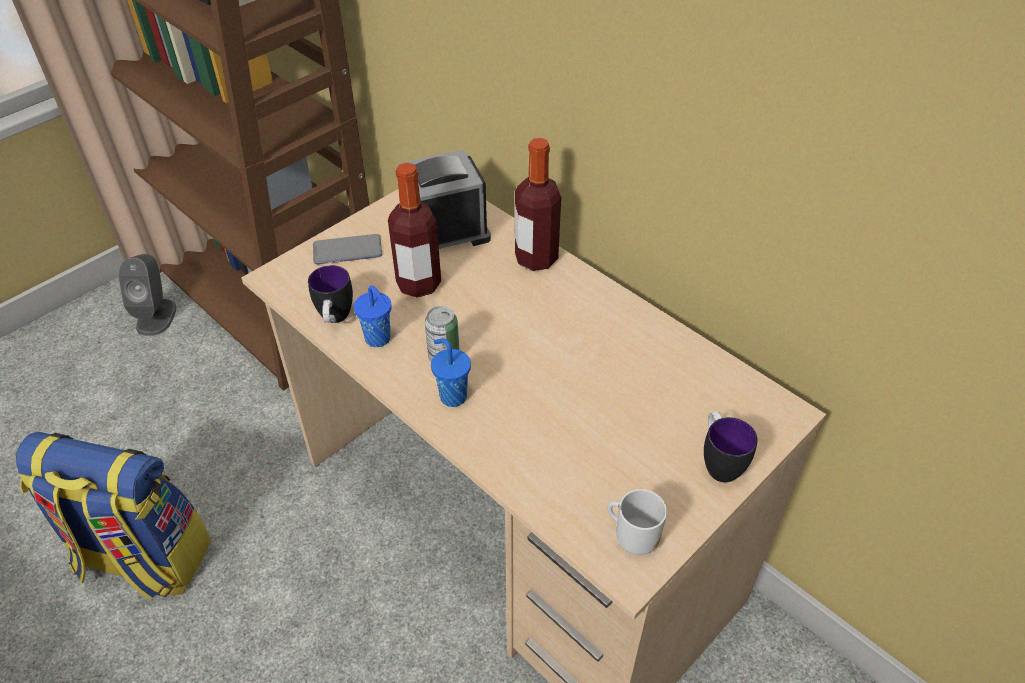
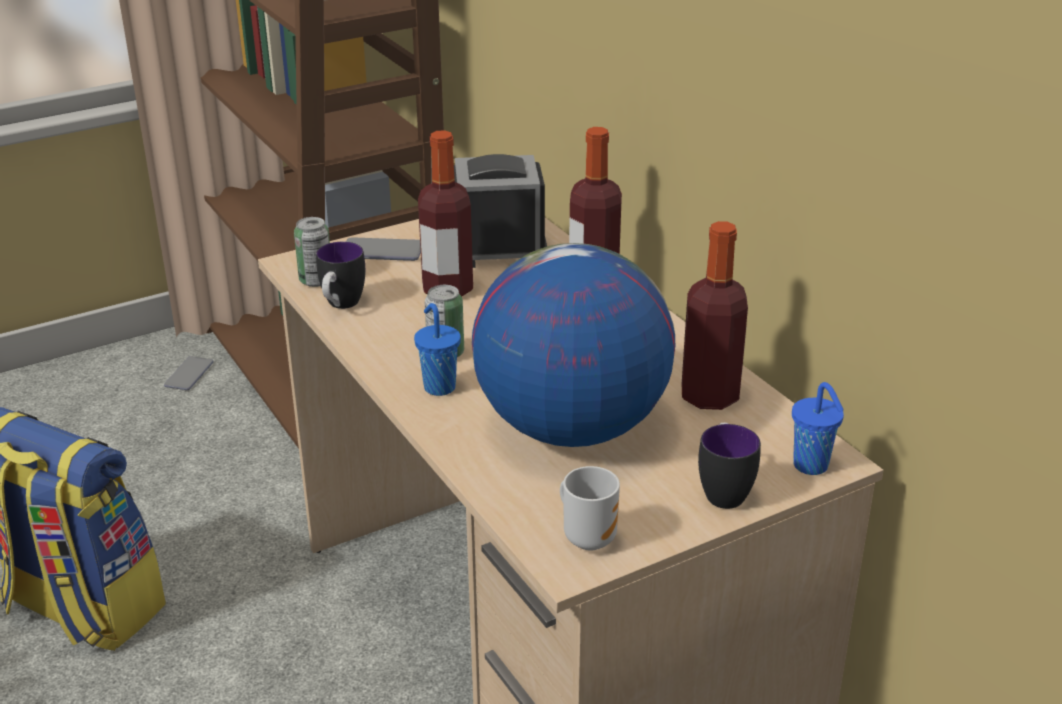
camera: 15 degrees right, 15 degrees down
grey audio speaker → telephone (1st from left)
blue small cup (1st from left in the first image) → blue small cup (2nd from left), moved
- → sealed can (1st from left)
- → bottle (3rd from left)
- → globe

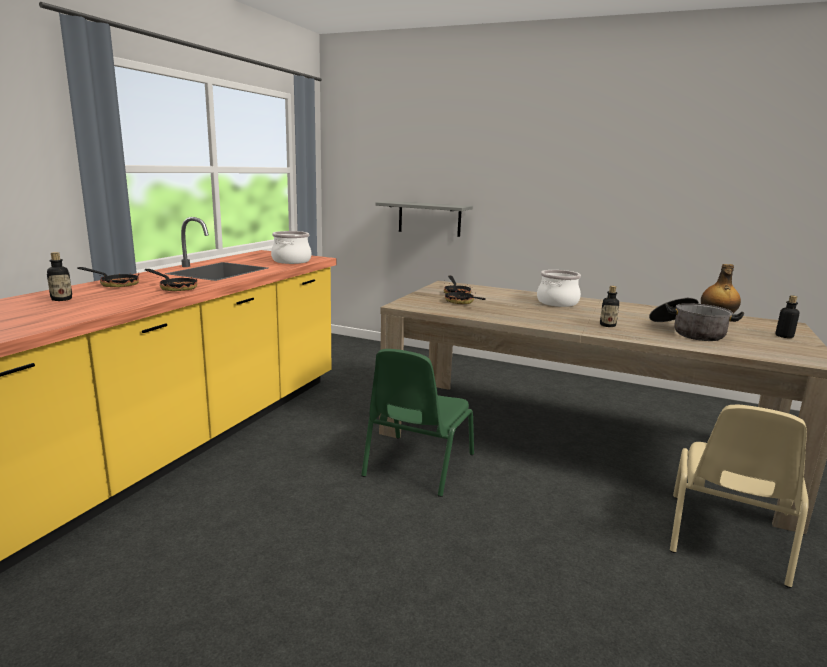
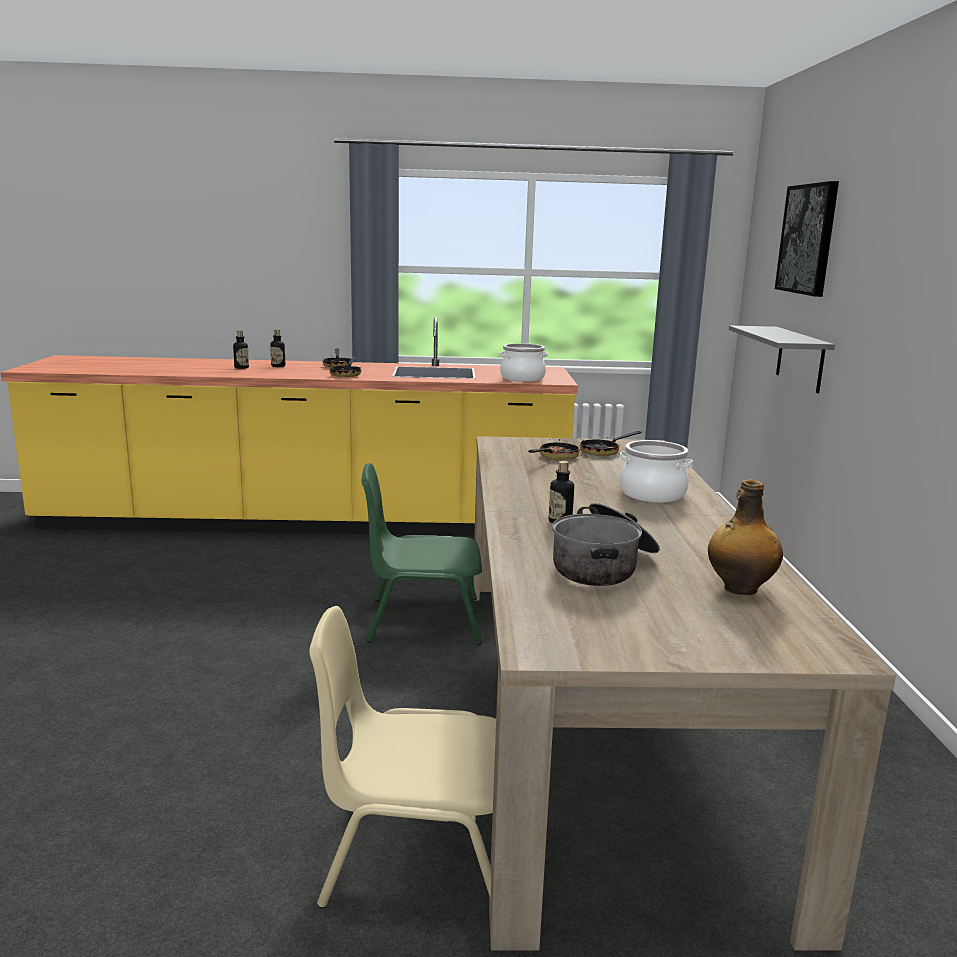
camera: 65 degrees right, 0 degrees up
bottle (4th from left in the first image) → bottle (1st from left), moved
- → picture

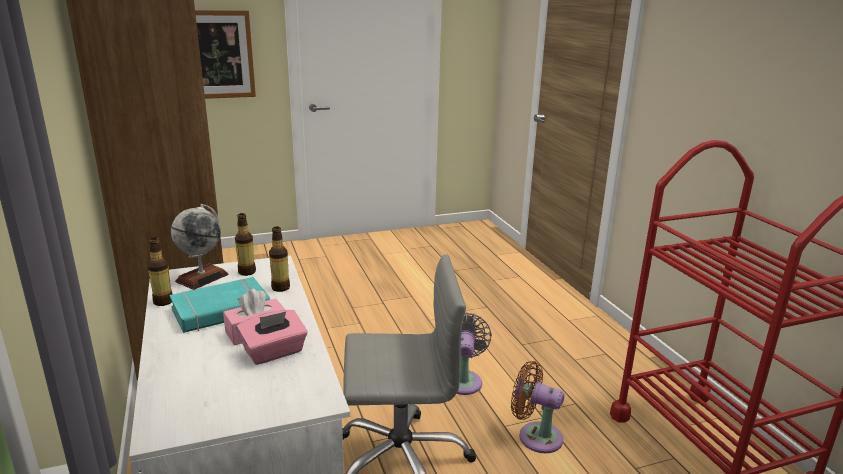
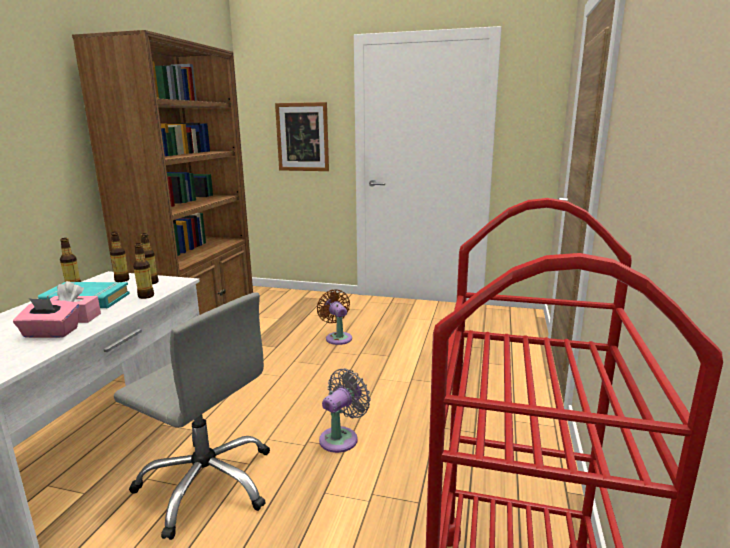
camera: 35 degrees right, 5 degrees down
globe → bottle (2nd from left)
brown cooling fan, moved

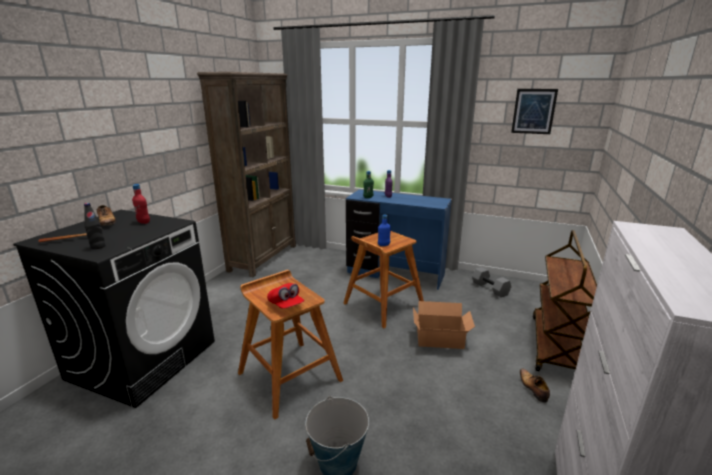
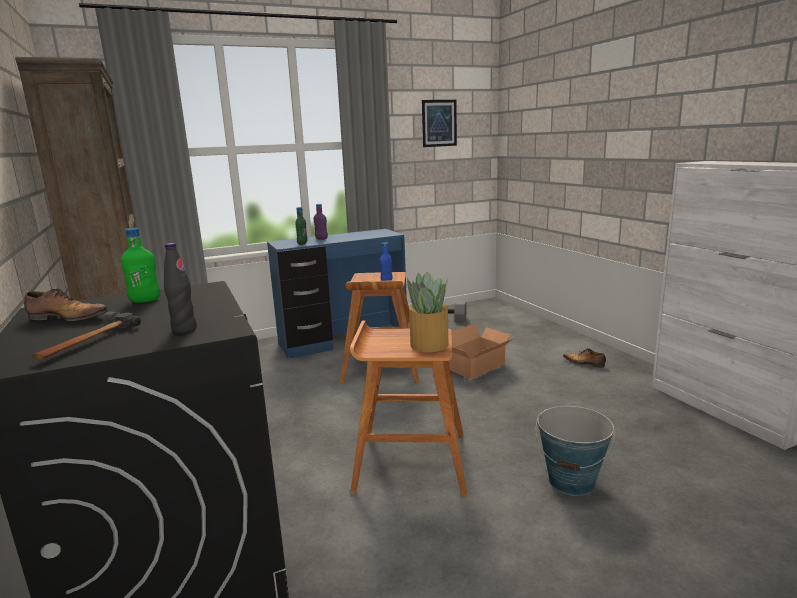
camera: 45 degrees left, 5 degrees down
red-coloured bottle → green bottle (1st from left)
brown cart → -
red-coloured peaked cap → potted plant

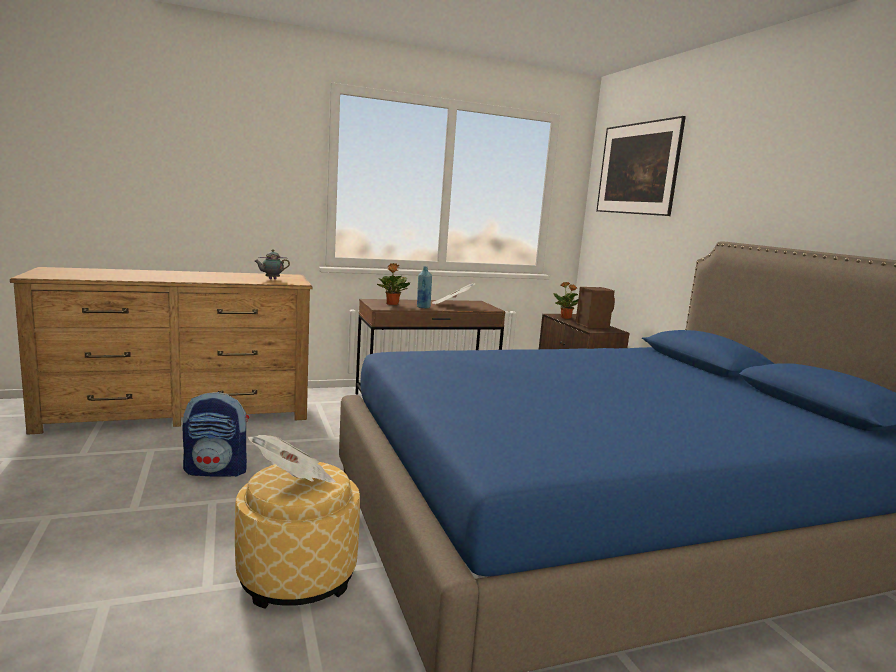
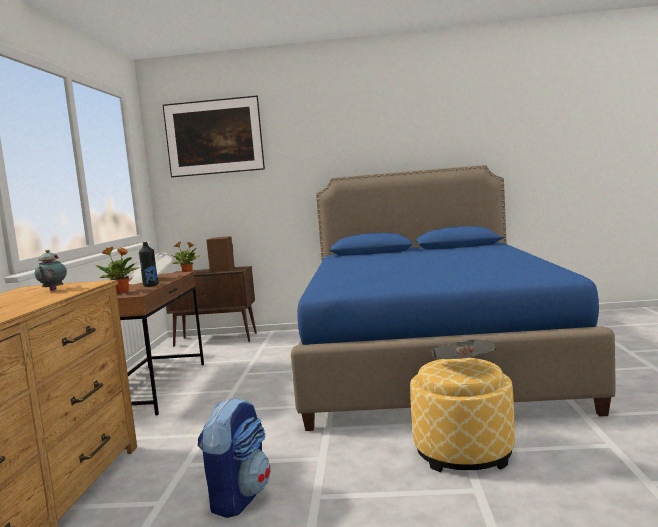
camera: 65 degrees left, 5 degrees down
blue bottle → black-coloured bottle

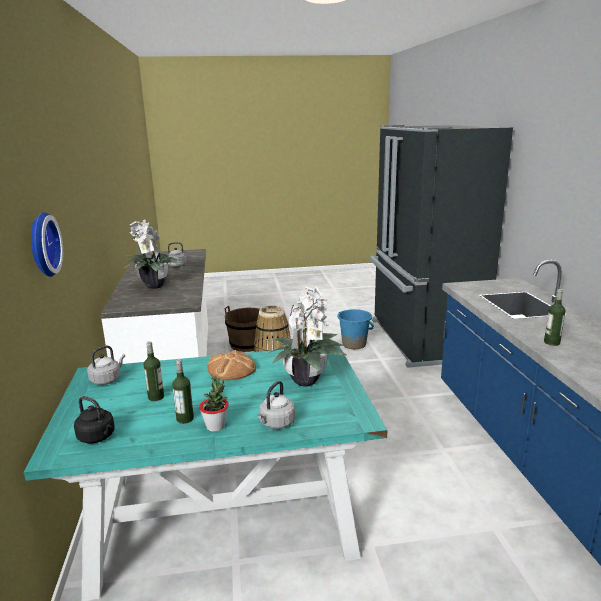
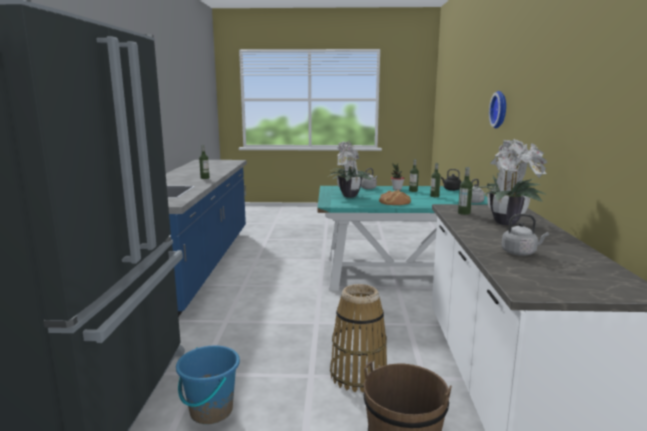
camera: 170 degrees left, 5 degrees down
- → bottle (4th from left)

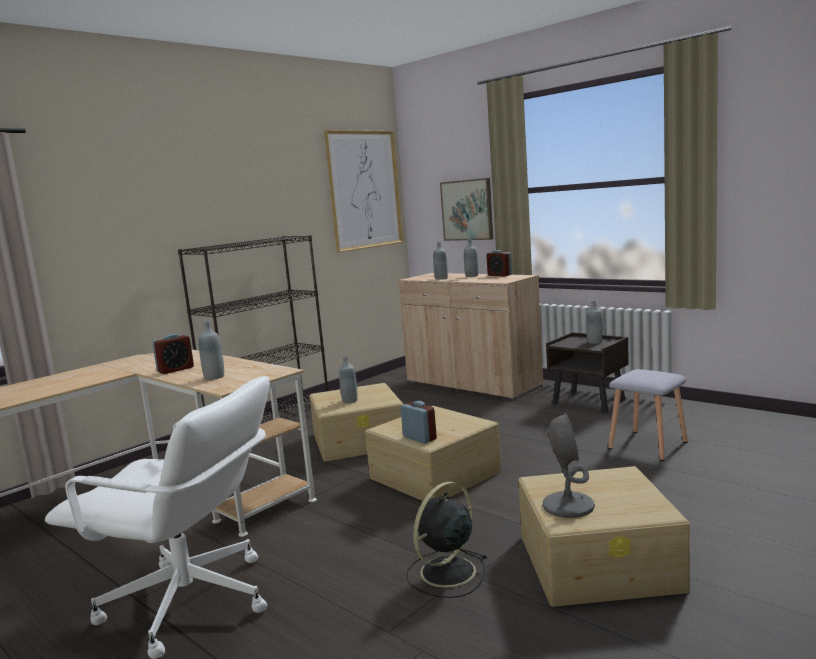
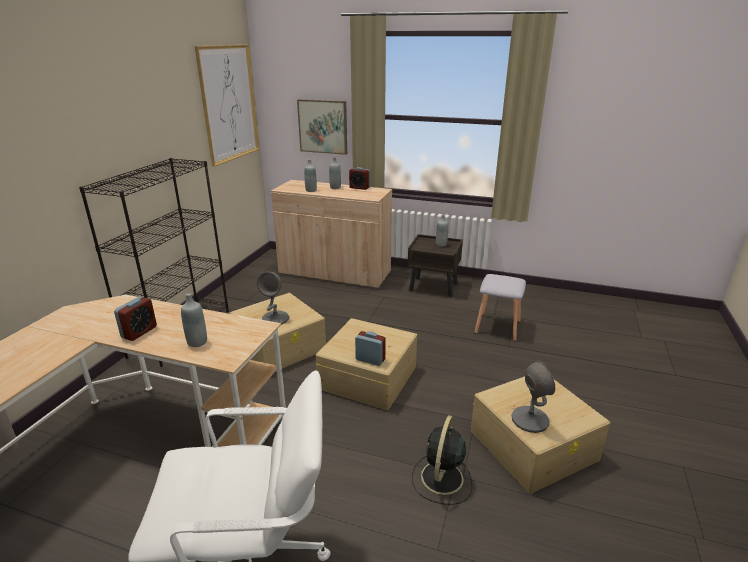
camera: 25 degrees left, 15 degrees up
grey bottle (2nd from left) → grey lamp for a table (1st from left)

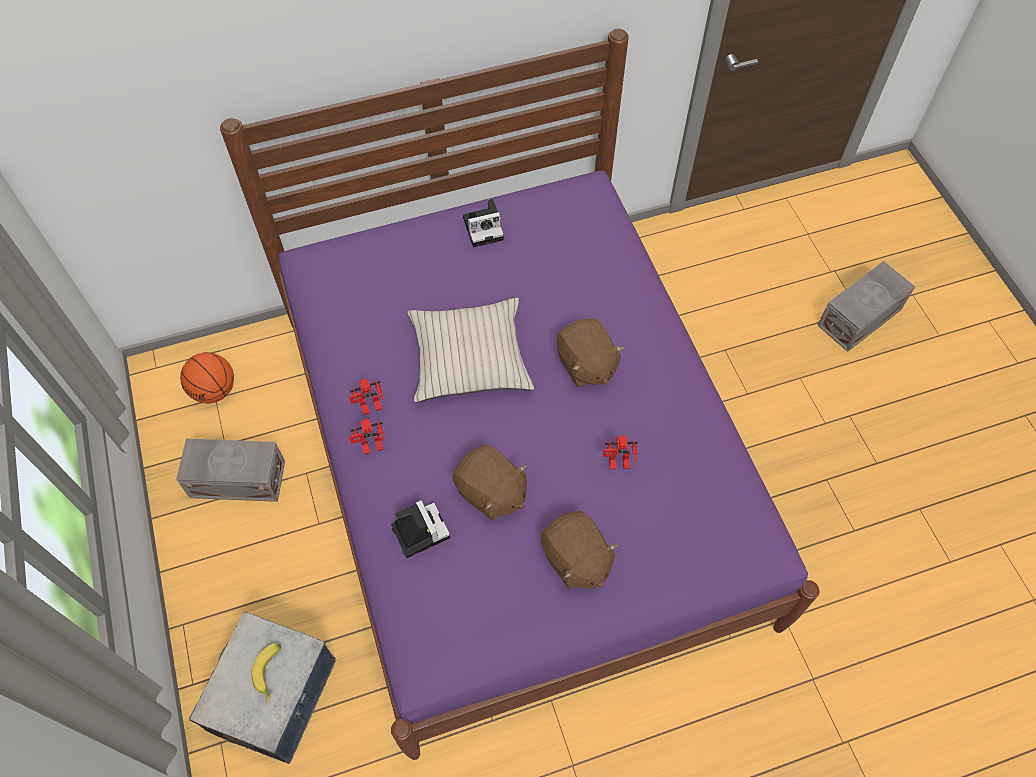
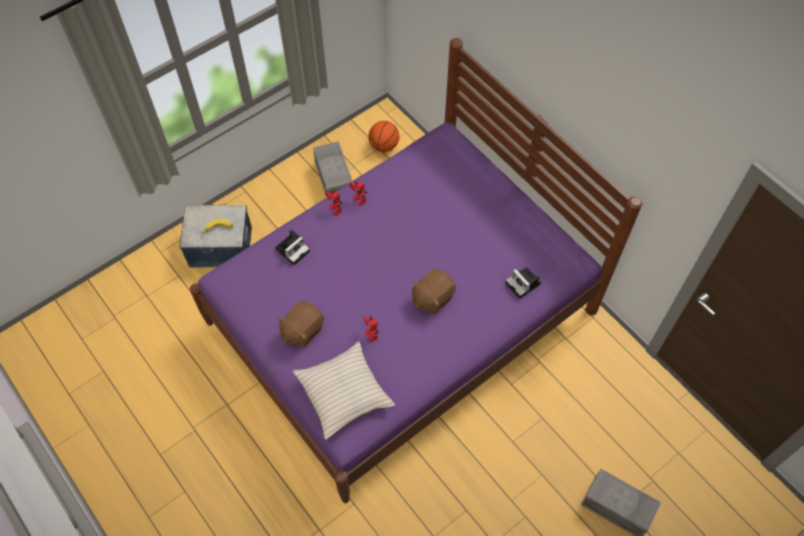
camera: 70 degrees right, 0 degrees up
photo camera (2nd from left), moved
sand-coloured pillow, moved
brown soft toy (1st from left) → -

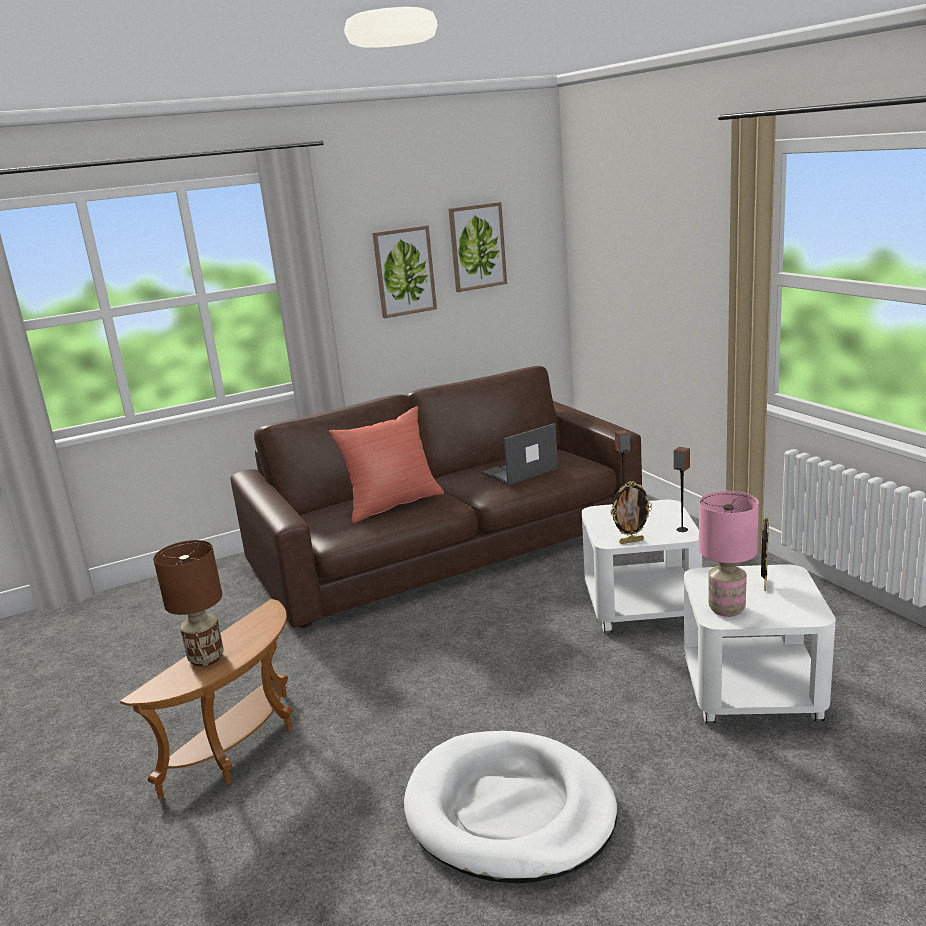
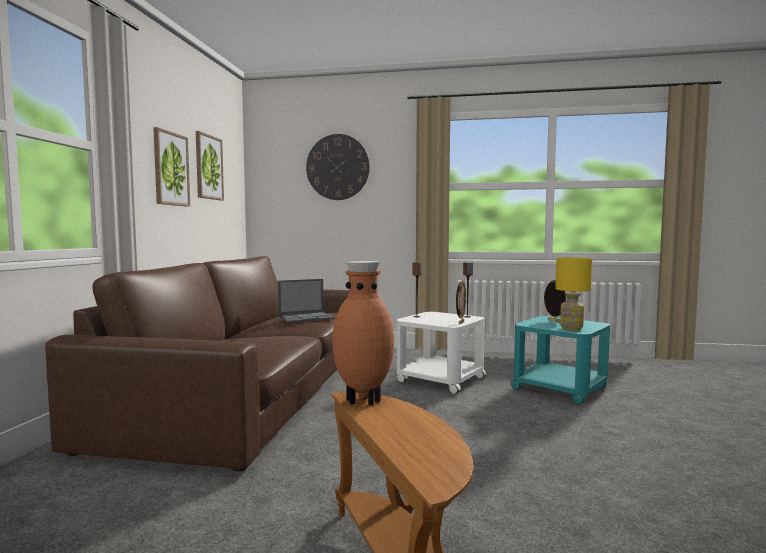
camera: 55 degrees left, 15 degrees down
red-coloured pillow → -
laptop, 120 degrees counterclockwise
pink lamp for a table → yellow lamp for a table
brown lamp for a table → -
white-coloured accent table (2nd from left) → turquoise accent table
white-coloured dog cushion → -
- → wall clock
- → brown vase

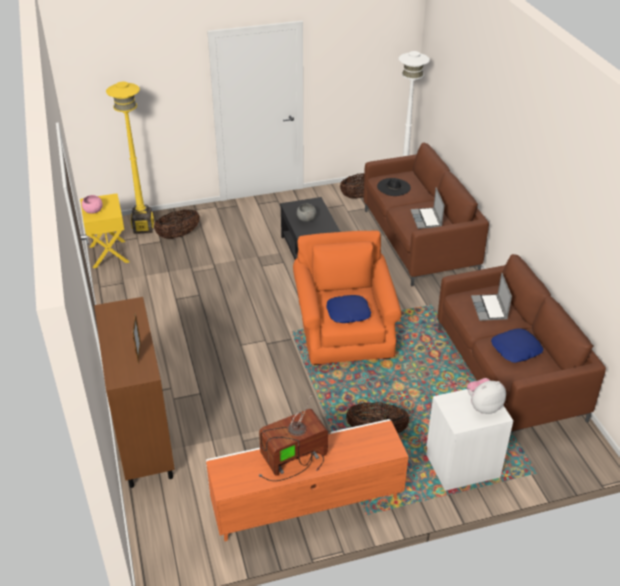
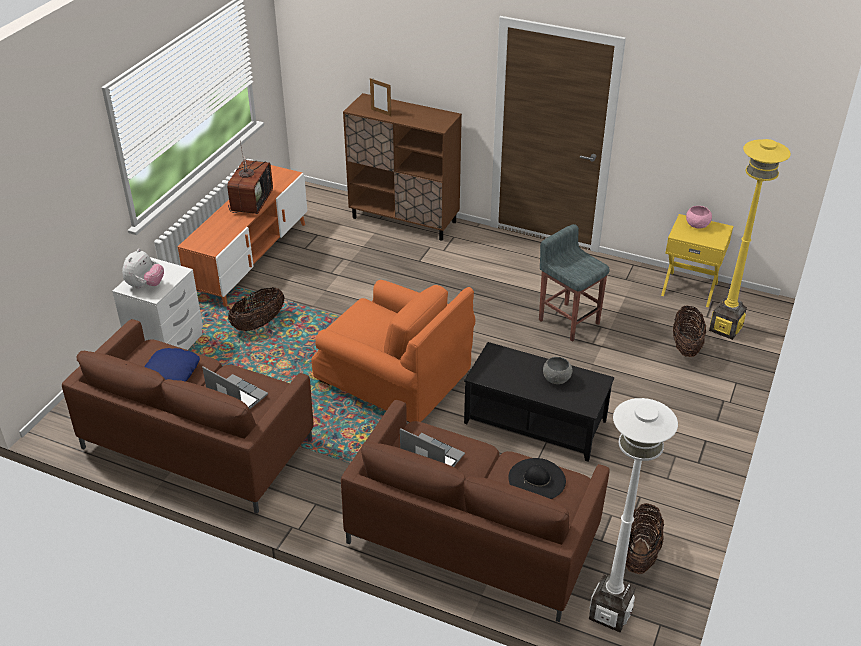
camera: 130 degrees right, 0 degrees up
blue pillow (1st from left) → -
- → grey stool seat

